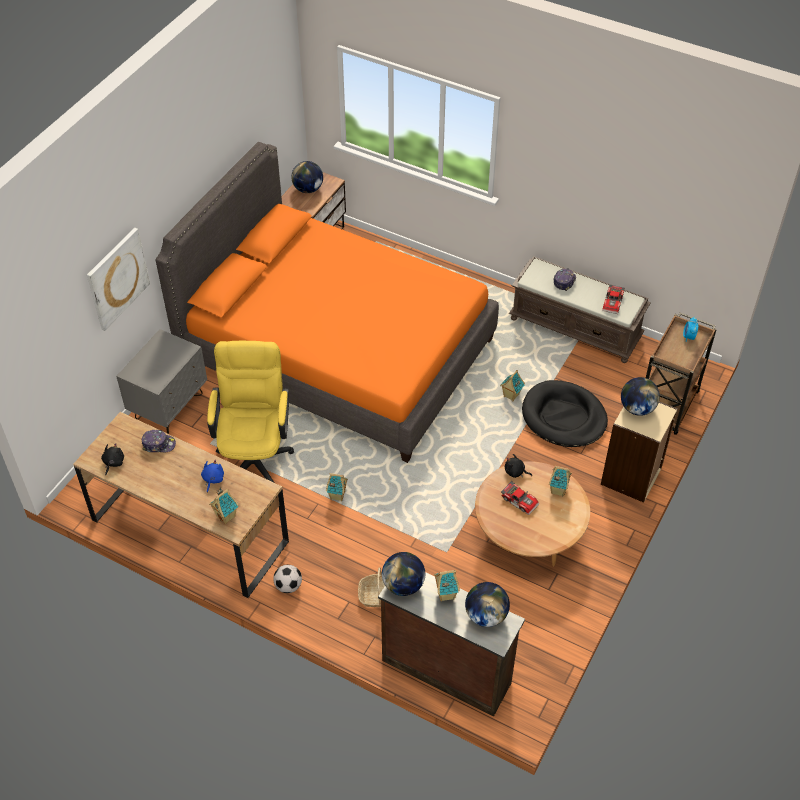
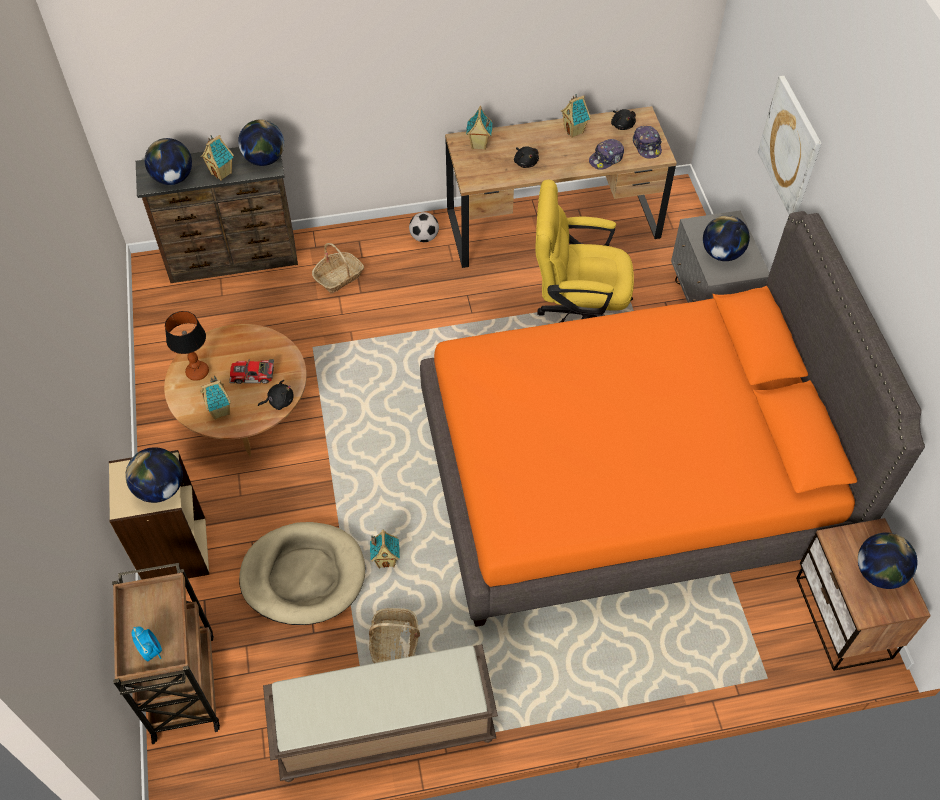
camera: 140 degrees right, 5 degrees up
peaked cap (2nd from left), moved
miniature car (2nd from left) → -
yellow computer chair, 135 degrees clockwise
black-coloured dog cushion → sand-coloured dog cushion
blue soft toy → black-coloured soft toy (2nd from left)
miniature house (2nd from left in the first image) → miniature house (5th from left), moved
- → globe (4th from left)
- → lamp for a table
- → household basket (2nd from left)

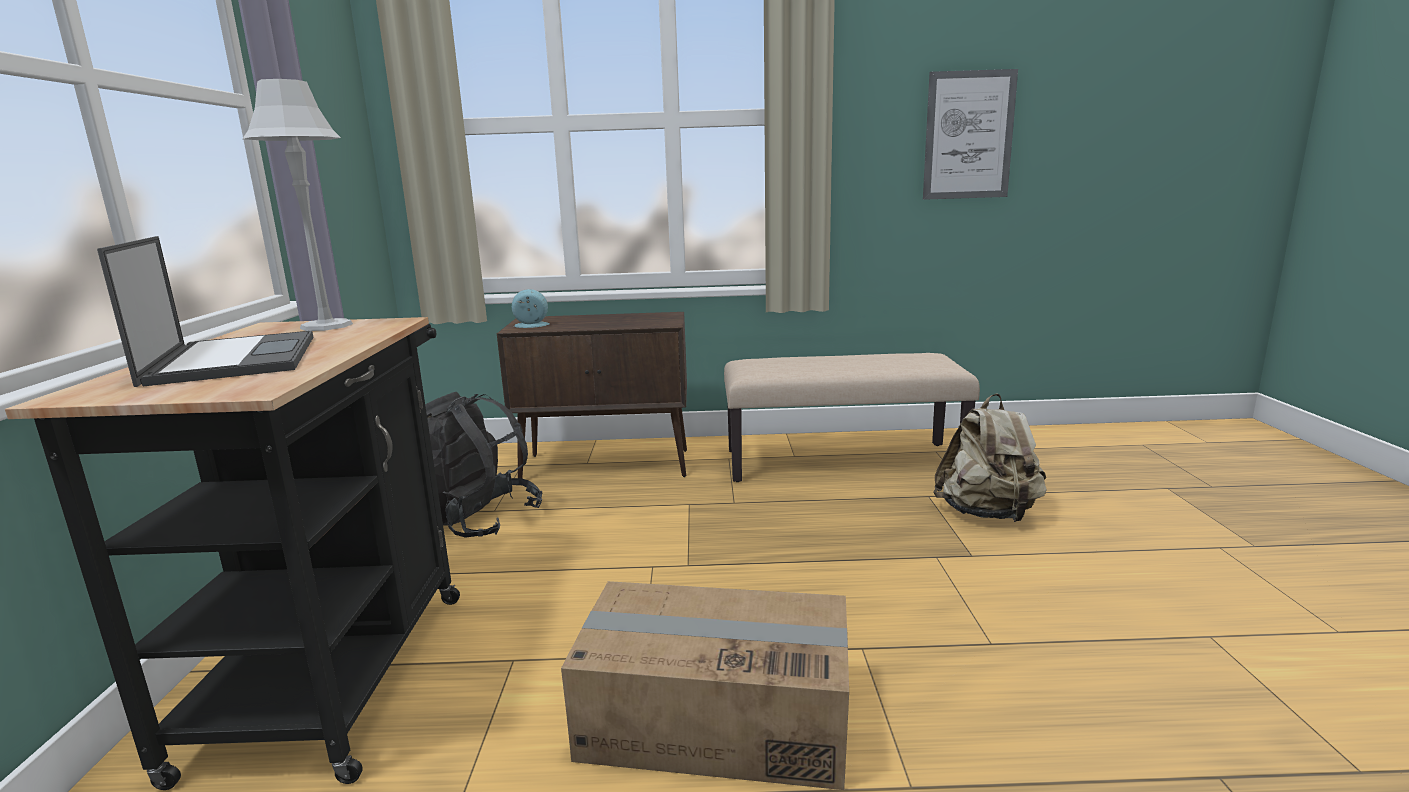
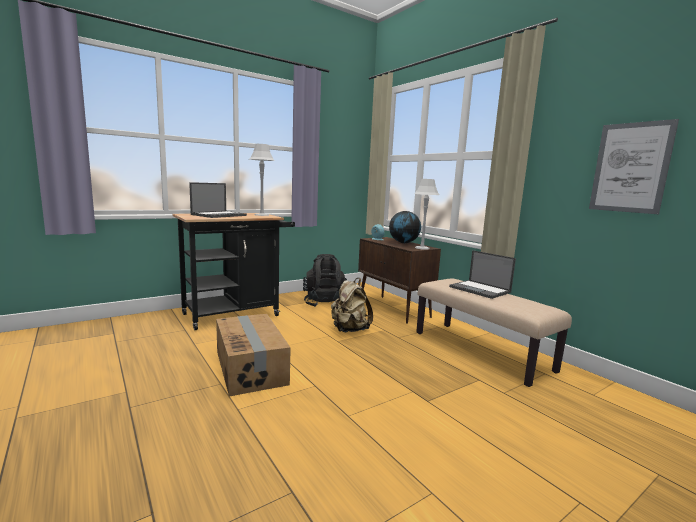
camera: 55 degrees right, 5 degrees down
sand-coloured backpack, moved
- → grey lamp for a table (2nd from left)
- → globe
- → laptop (2nd from left)

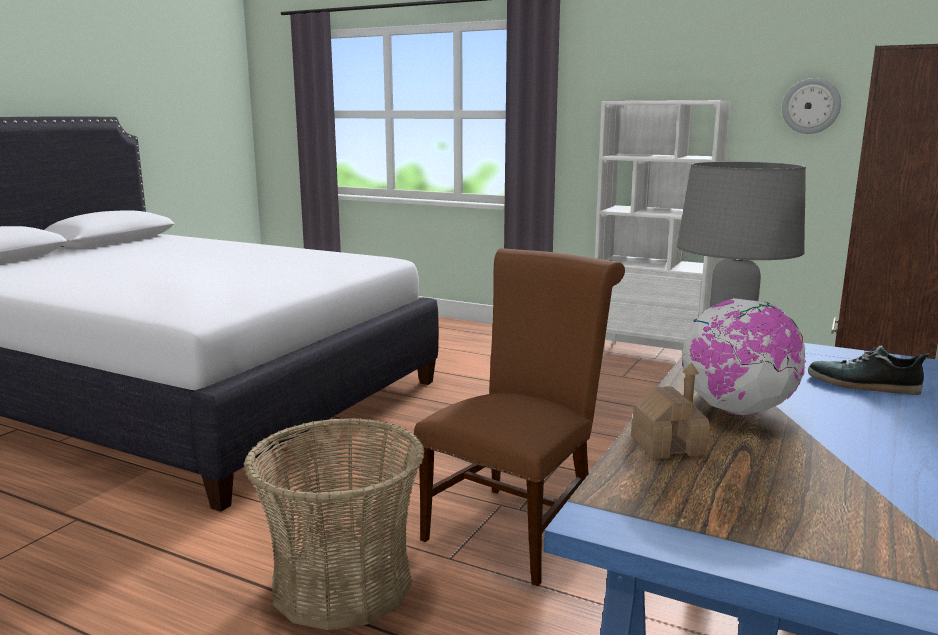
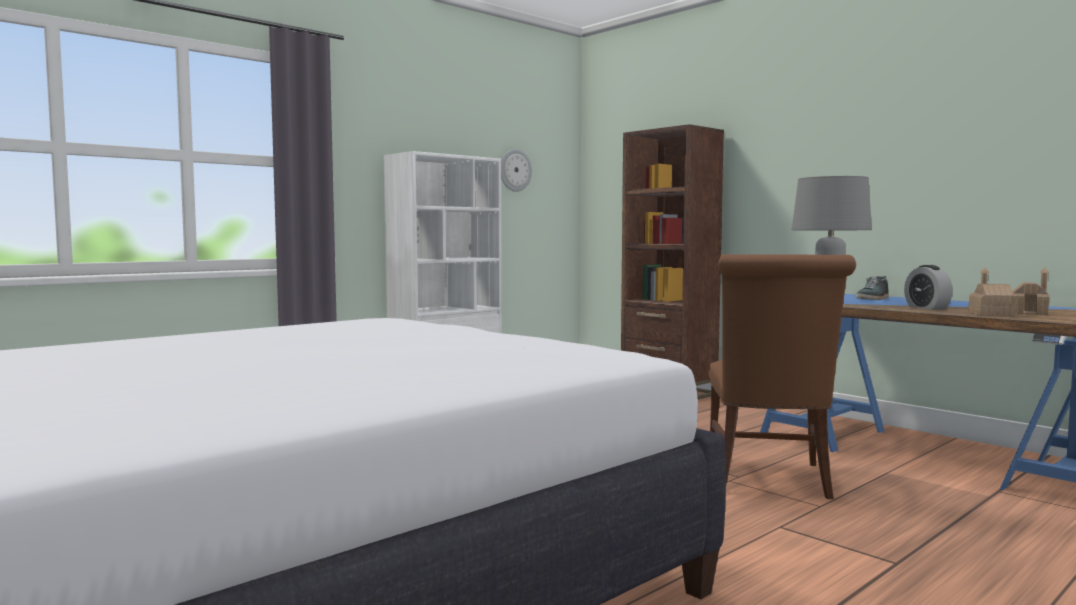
camera: 70 degrees left, 10 degrees down
brown upright chair, 135 degrees counterclockwise
globe → alarm clock
household basket → -
- → miniature house (2nd from left)

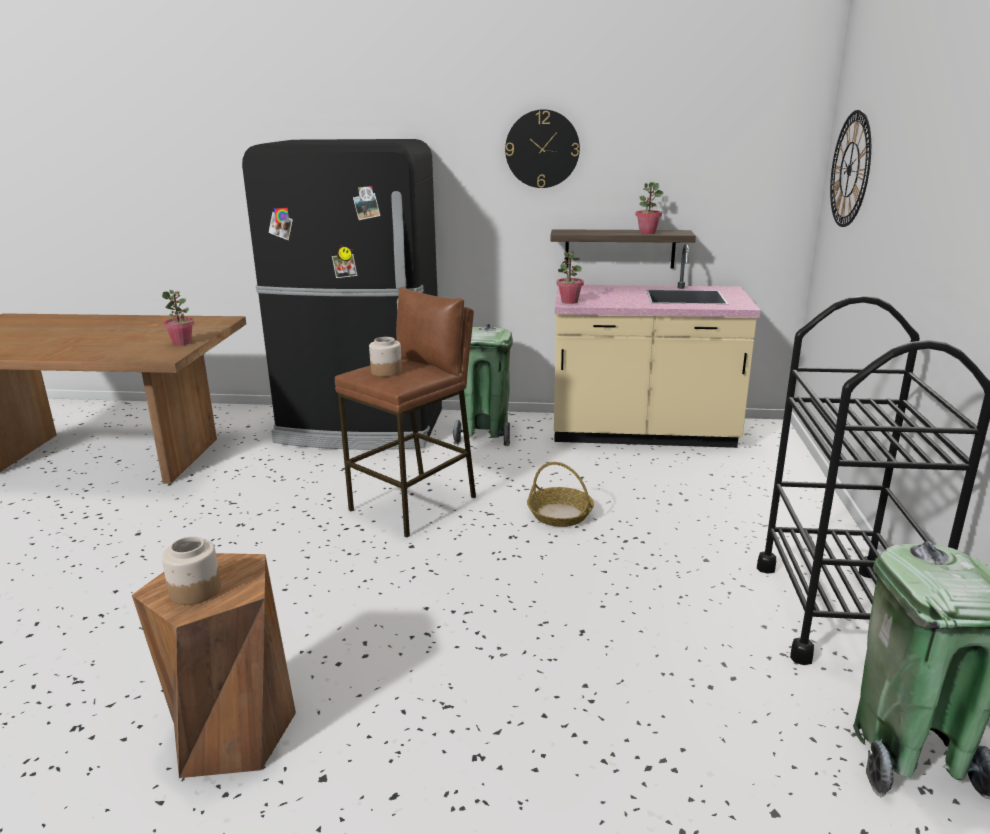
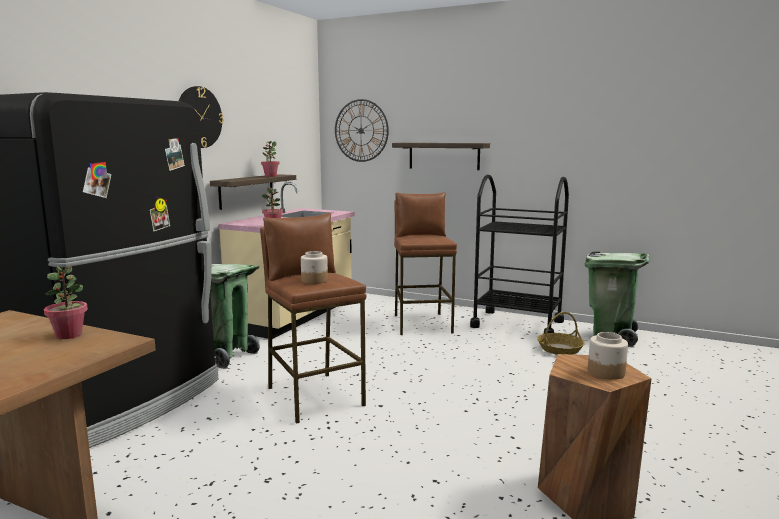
camera: 70 degrees left, 10 degrees down
household basket, moved
- → wall shelf (2nd from left)
- → brown stool seat (2nd from left)

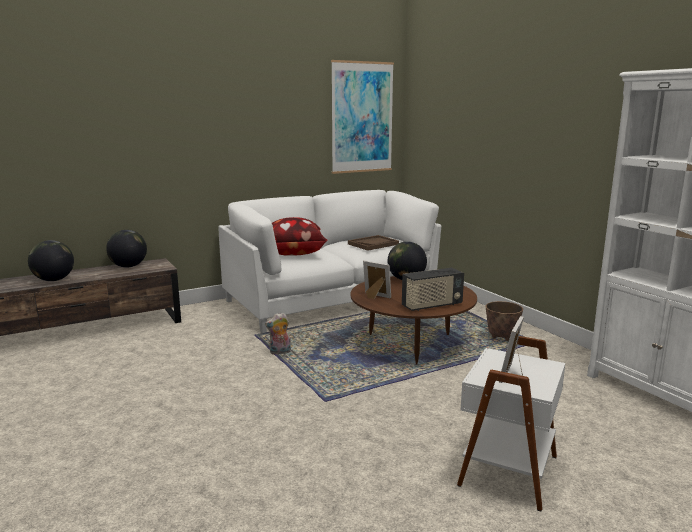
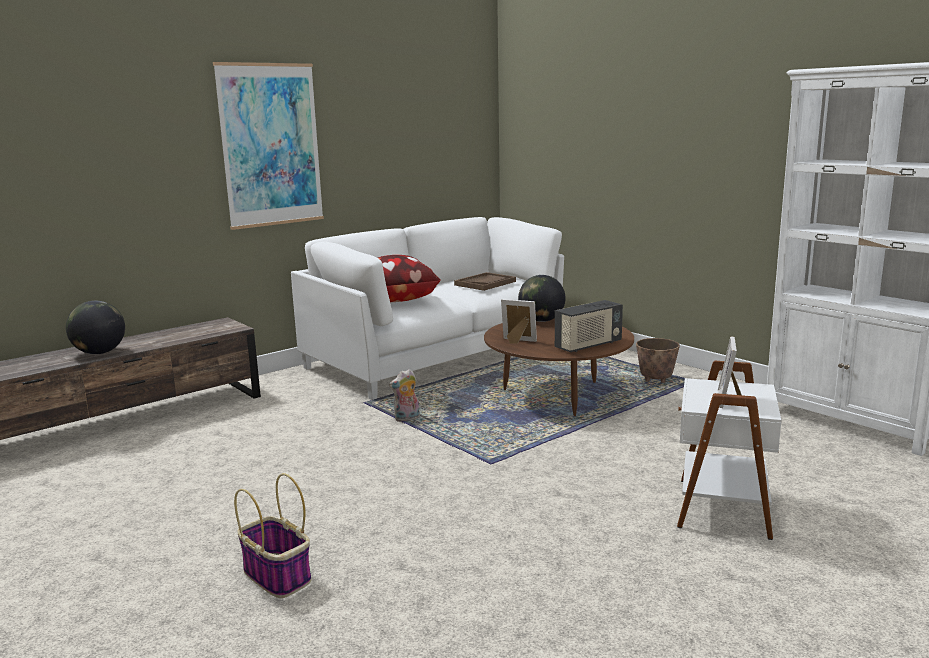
camera: 10 degrees left, 0 degrees up
picture, moved
globe (2nd from left) → -
- → household basket

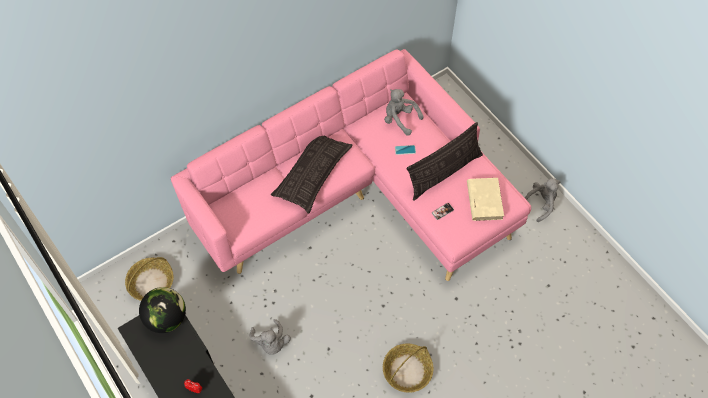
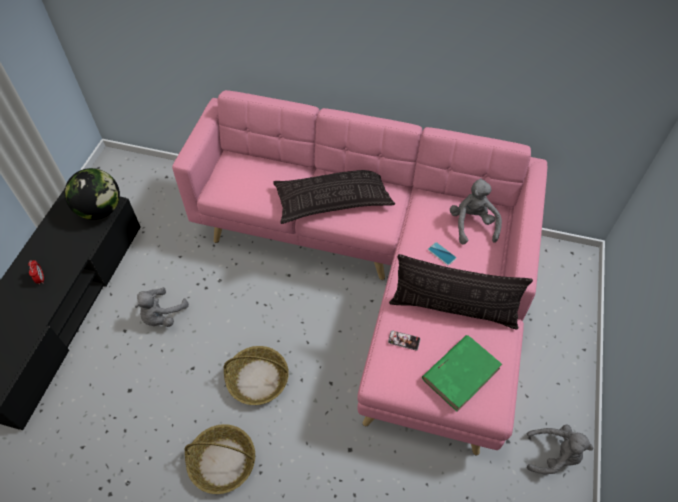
camera: 50 degrees right, 5 degrees down
sand-coloured book → green book
household basket (1st from left in the first image) → household basket (2nd from left), moved

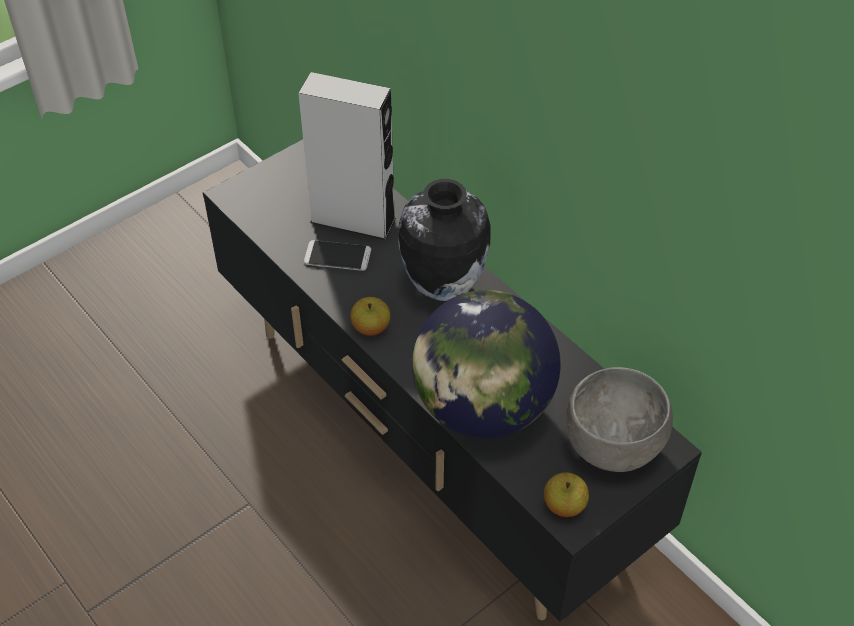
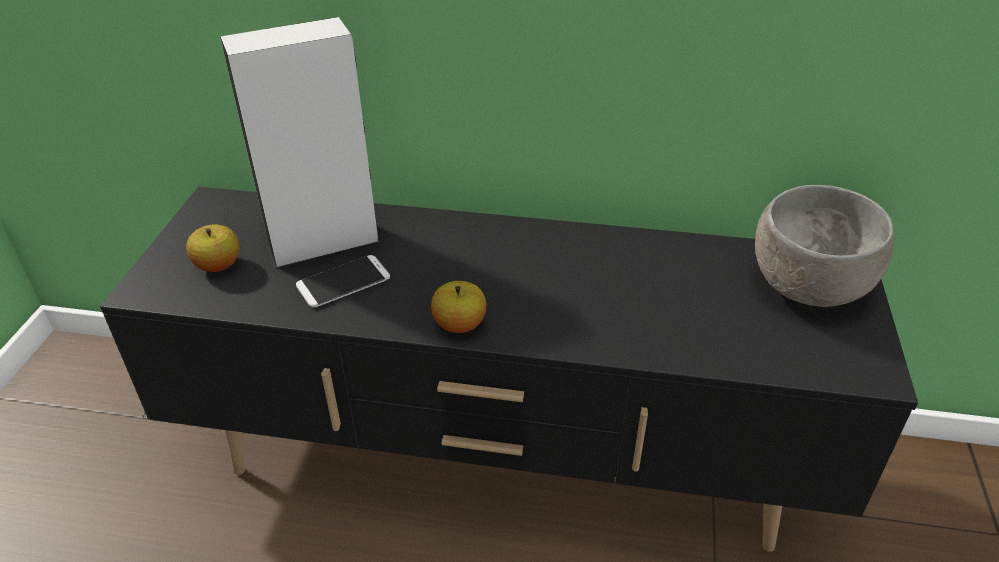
camera: 40 degrees left, 10 degrees down
vase → -
globe → -
apple fruit (2nd from left in the first image) → apple fruit (1st from left), moved

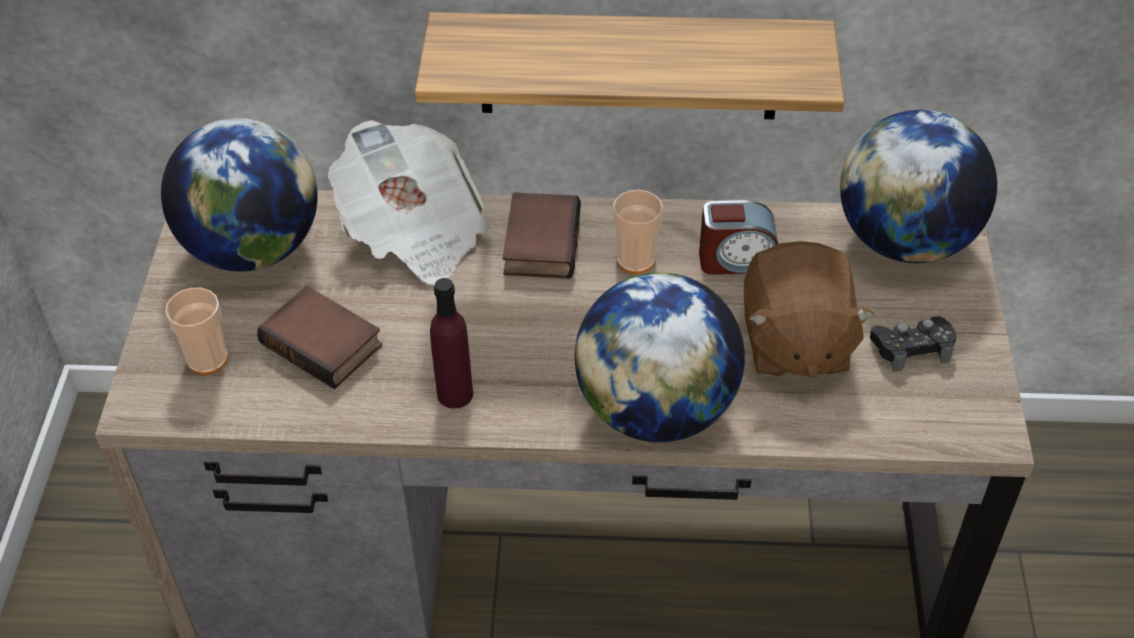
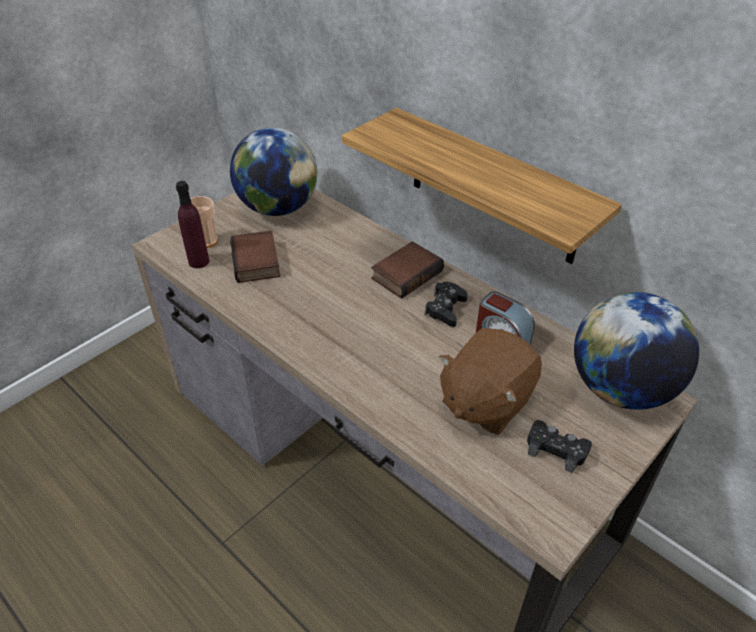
camera: 40 degrees right, 5 degrees down
daily paper → -
small cup (2nd from left) → black-coloured gamepad (1st from left)
globe (2nd from left) → -
purple bottle, moved

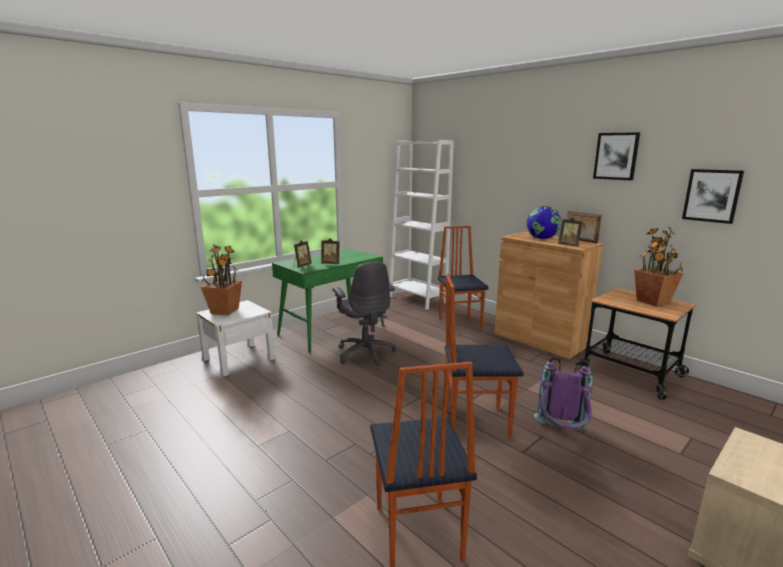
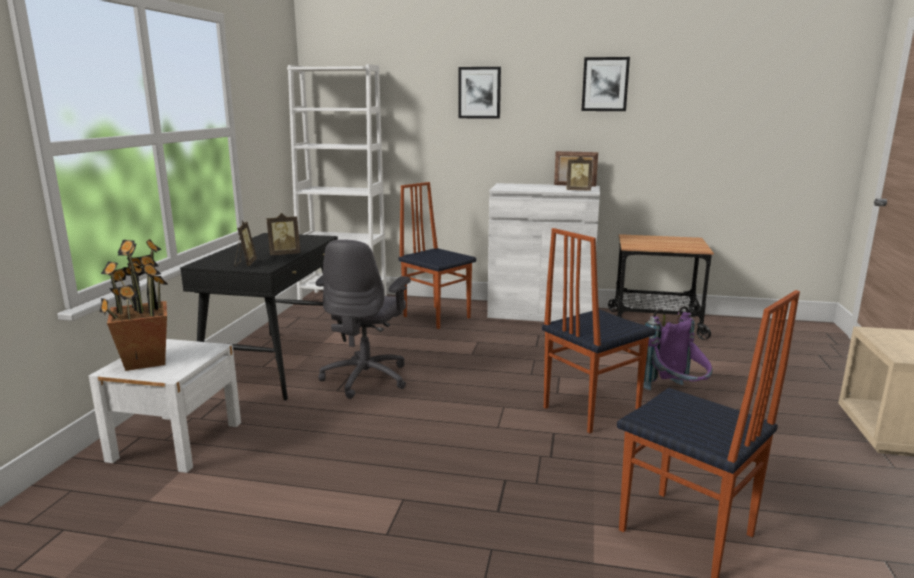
camera: 35 degrees left, 0 degrees up
picture (2nd from left in the first image) → picture (1st from left), moved
globe → -
potted plant (2nd from left) → -
brown cabinet → white-coloured cabinet
green desk unit → black-coloured desk unit
grey computer chair, 75 degrees clockwise

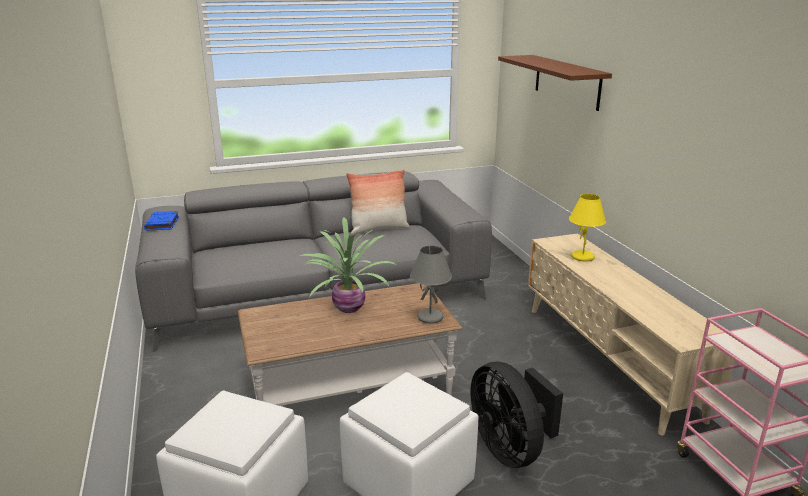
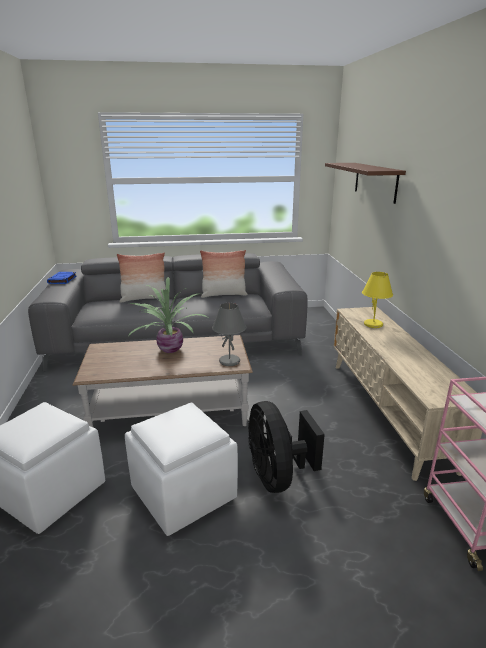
camera: 10 degrees right, 0 degrees up
- → pillow (1st from left)

